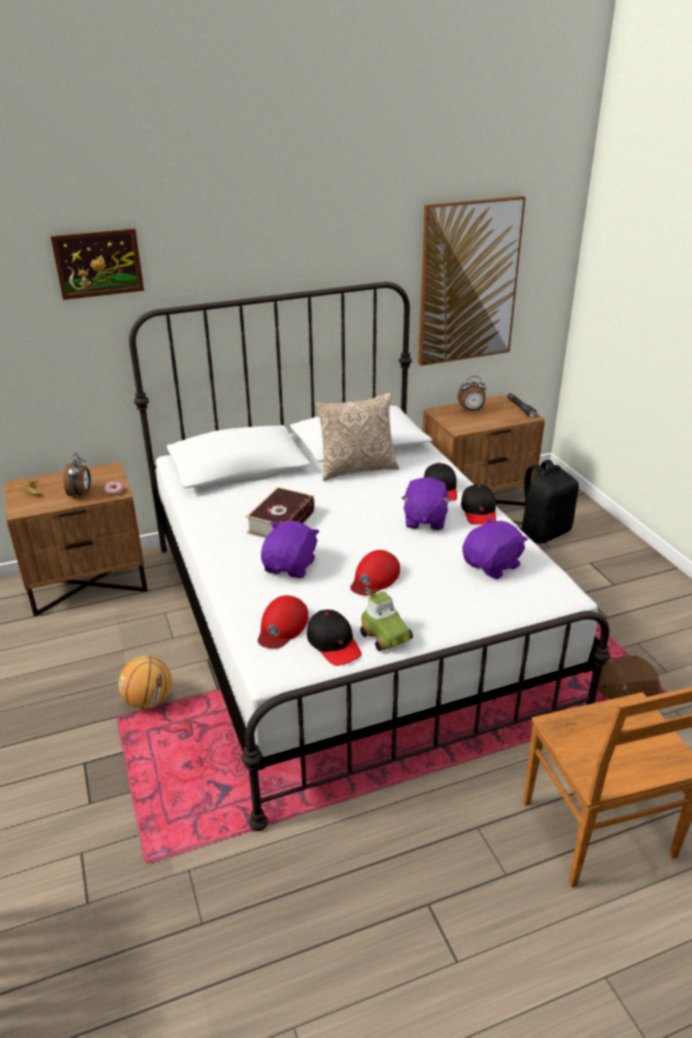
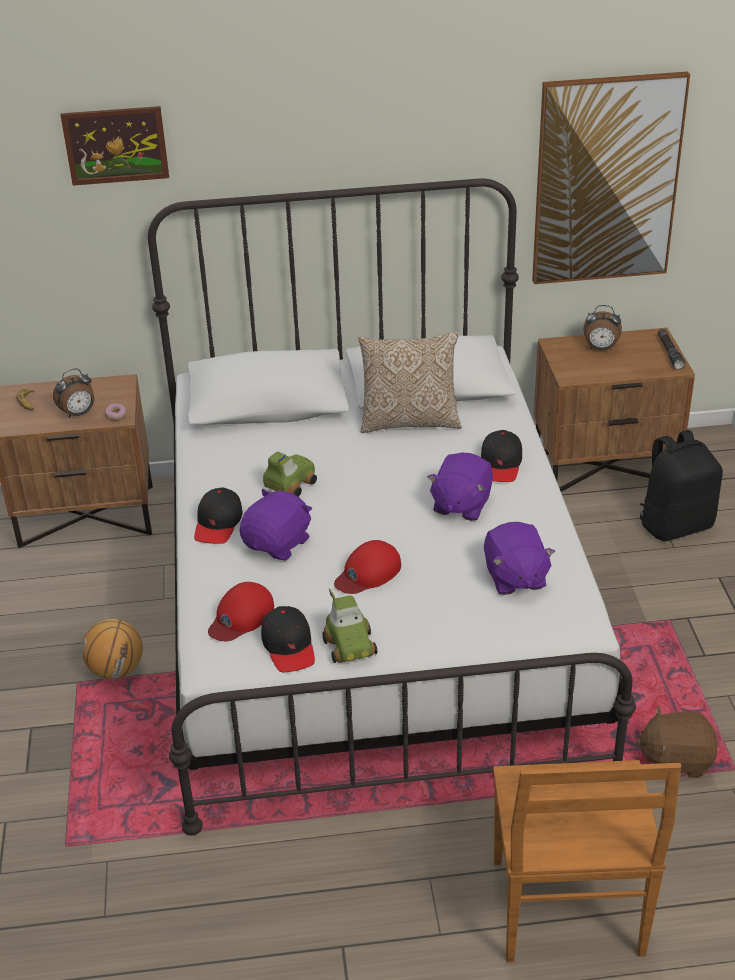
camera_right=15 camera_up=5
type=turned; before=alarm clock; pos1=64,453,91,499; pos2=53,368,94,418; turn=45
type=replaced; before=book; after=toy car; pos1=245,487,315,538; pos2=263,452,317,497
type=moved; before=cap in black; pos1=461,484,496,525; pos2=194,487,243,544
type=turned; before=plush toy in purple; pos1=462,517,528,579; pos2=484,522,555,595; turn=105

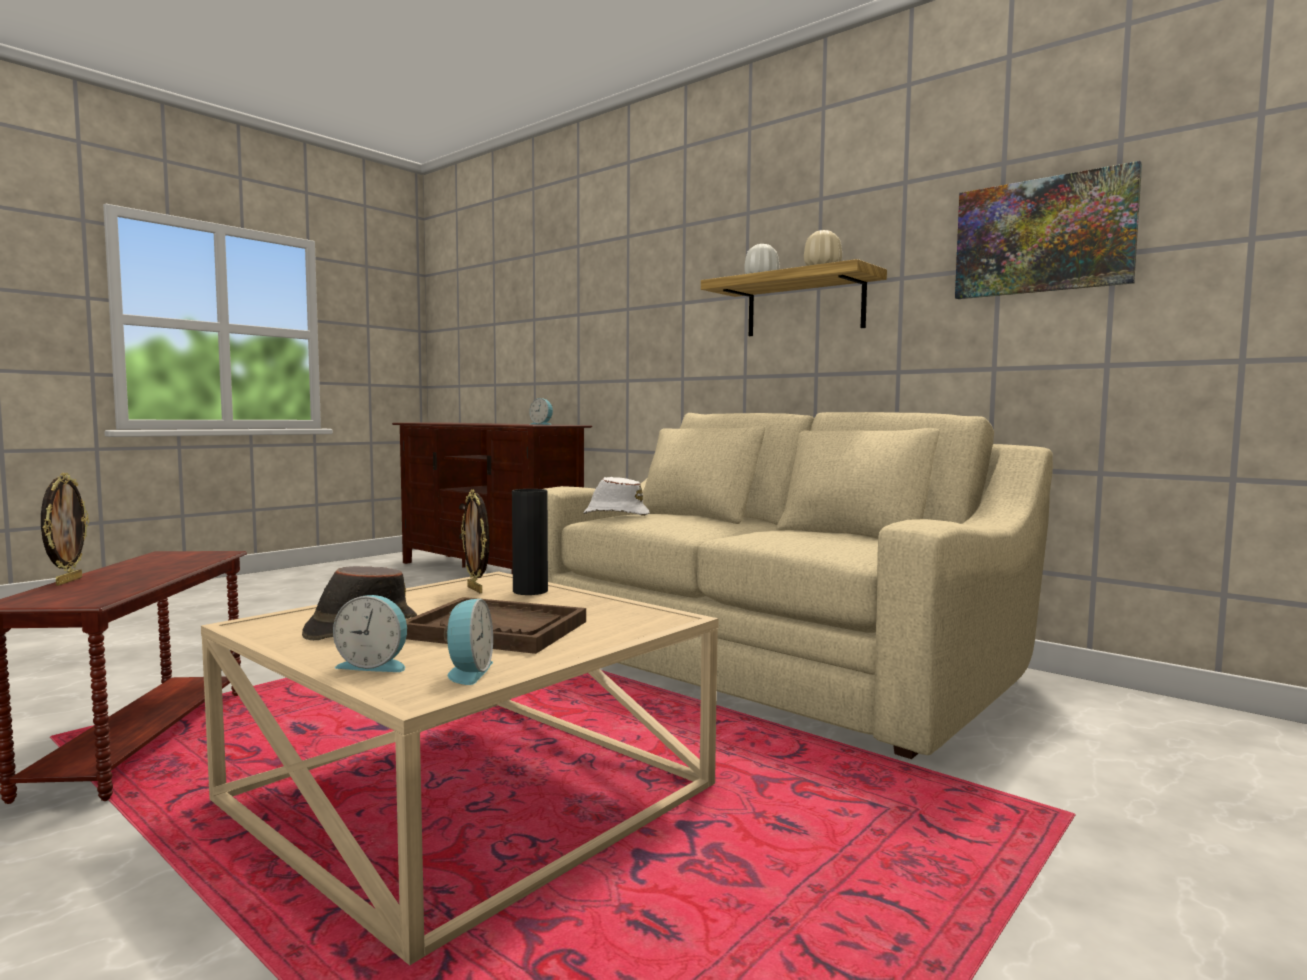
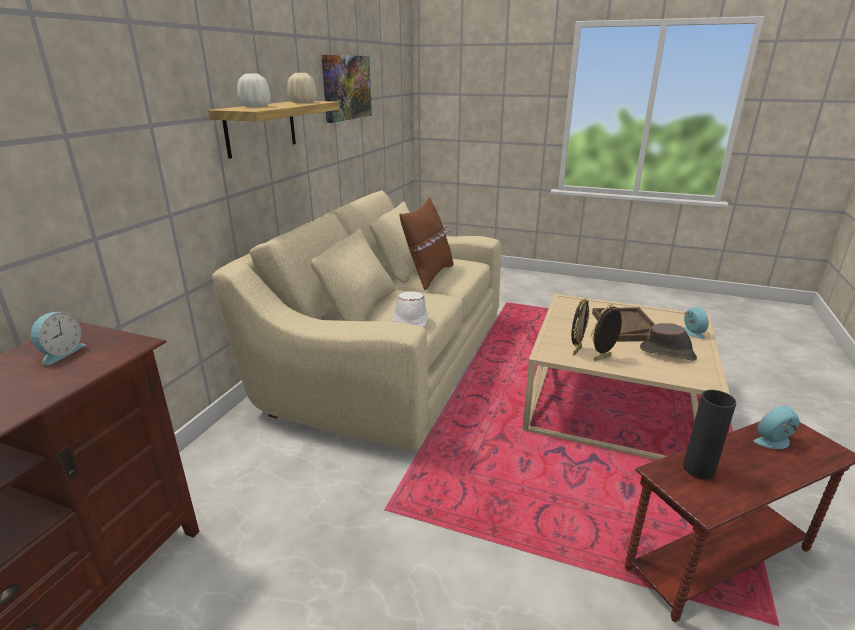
camera_right=-110 camera_up=20
type=moved; before=picture frame; pos1=41,473,89,585; pos2=591,304,622,361
type=moved; before=alarm clock; pos1=444,599,493,685; pos2=753,406,800,449
type=moved; before=vase in black; pos1=512,489,548,595; pos2=683,390,736,479
type=added; after=pillow in brown; pos2=399,198,453,290

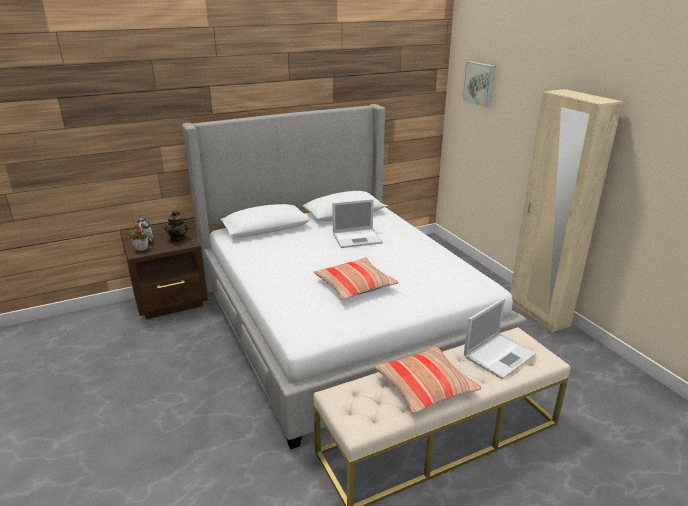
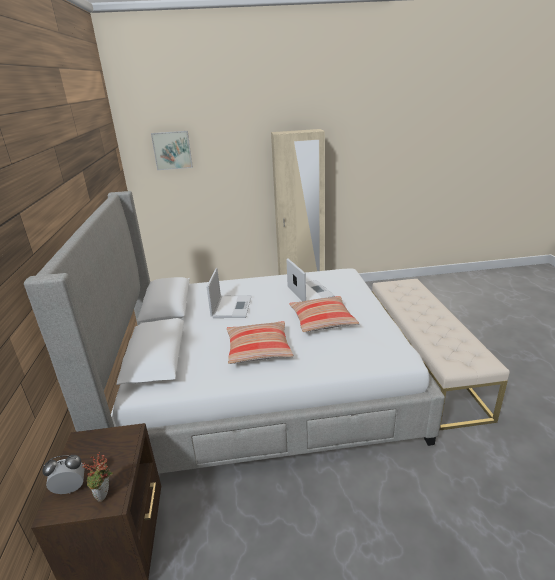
camera_right=-70 camera_up=0
type=removed; before=teapot; pos1=165,211,188,242
type=moved; before=pillow; pos1=375,346,481,414; pos2=227,321,294,364
type=moved; before=laptop; pos1=464,298,536,379; pos2=286,258,335,301

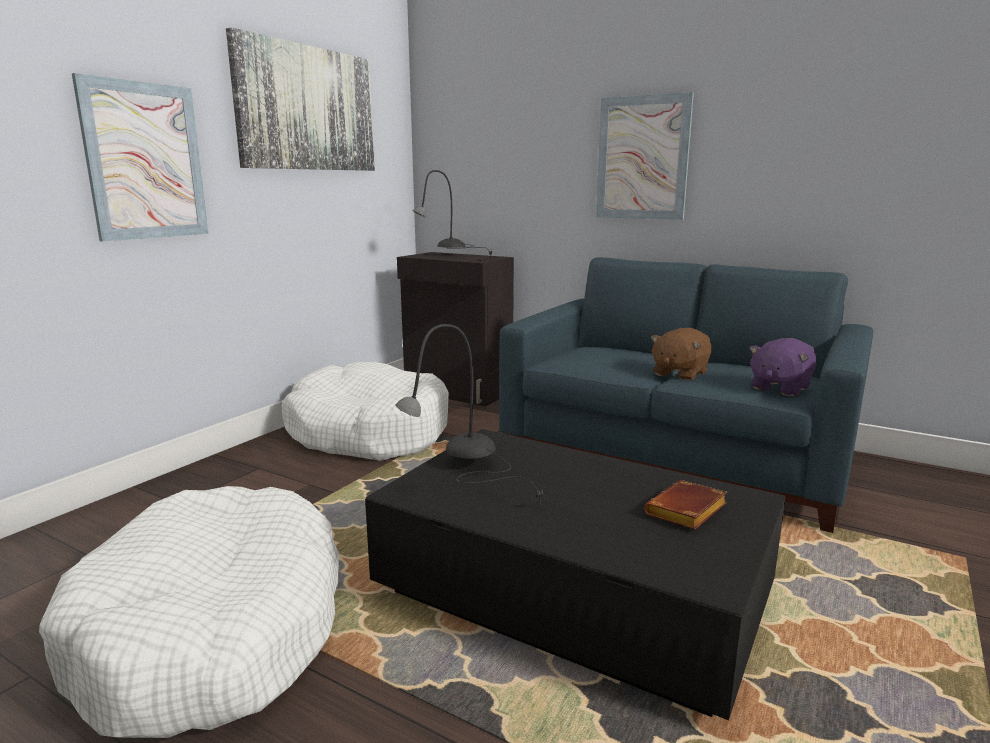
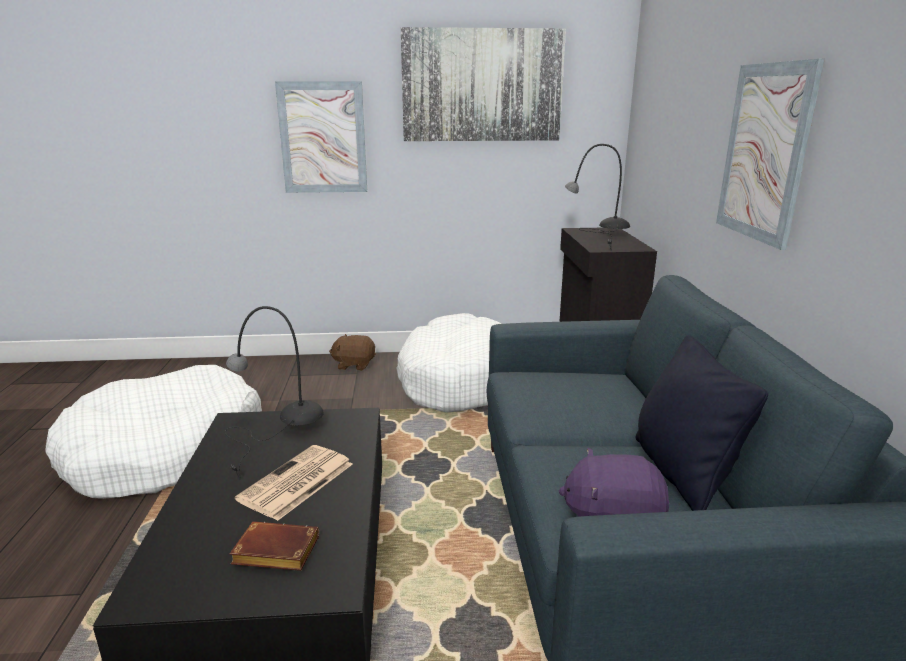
camera_right=55 camera_up=5
type=moved; before=plush toy in brown; pos1=650,328,711,380; pos2=329,334,376,371
type=added; after=newspaper; pos2=235,445,353,521
type=added; after=pillow in black; pos2=635,335,768,511

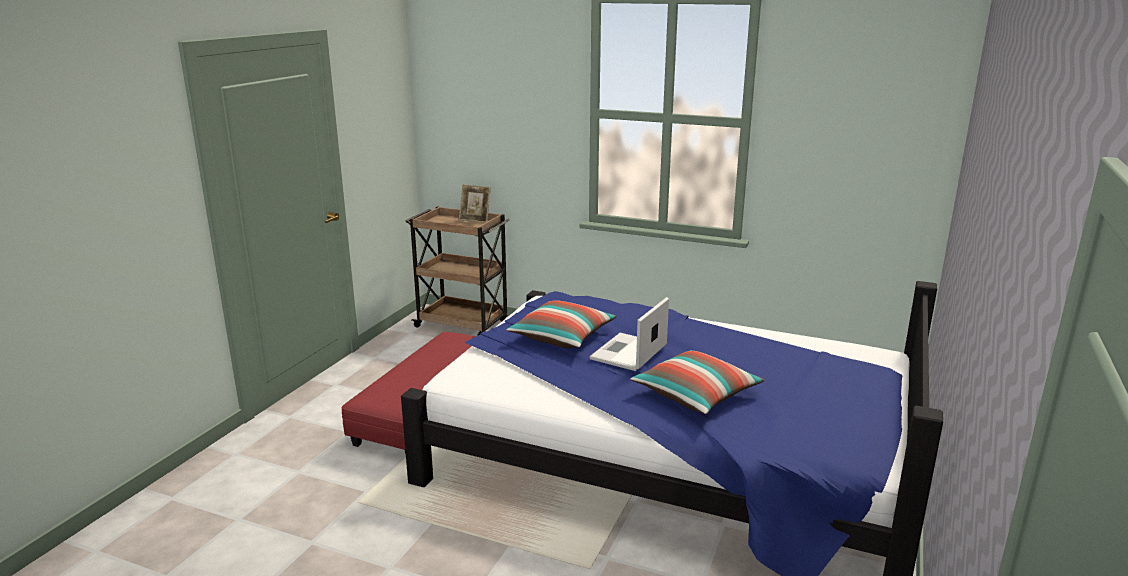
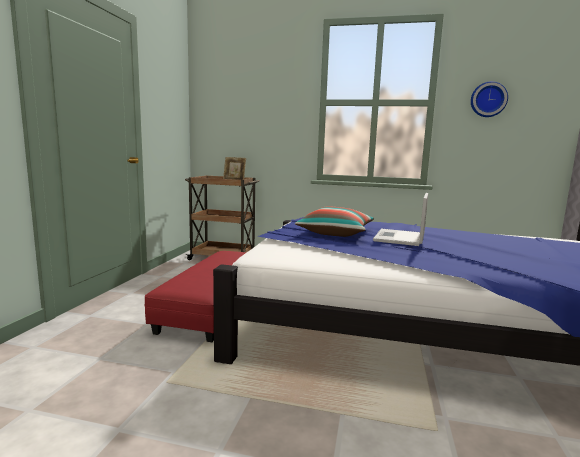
camera_right=-10 camera_up=-10
type=removed; before=pillow; pos1=630,350,765,414
type=added; after=wall clock; pos2=471,81,508,117

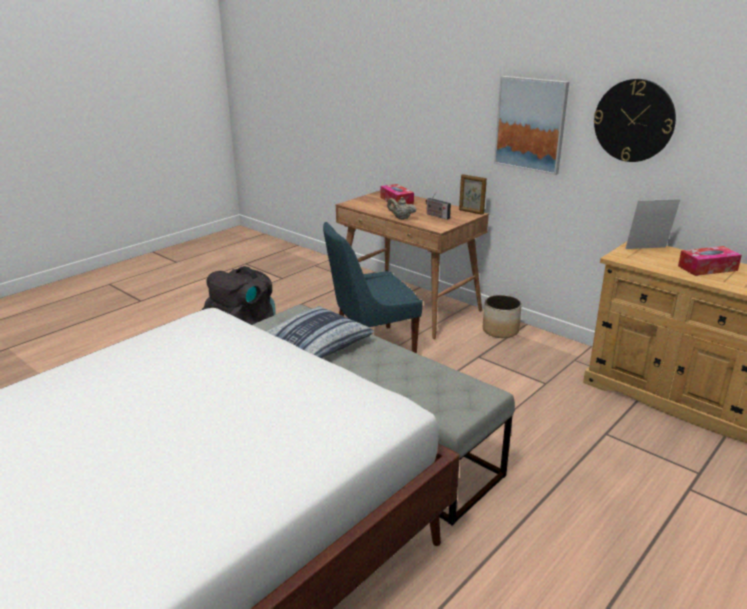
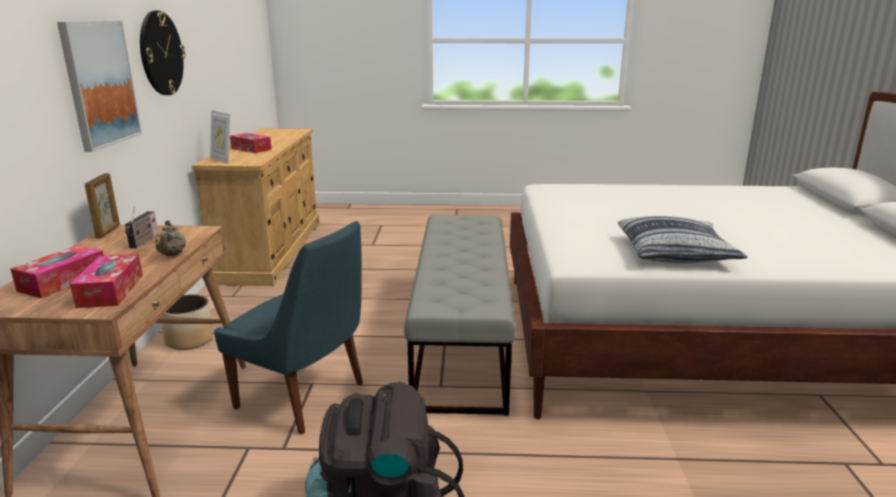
camera_right=-130 camera_up=-5
type=moved; before=pillow; pos1=265,306,374,358; pos2=618,216,747,263
type=added; after=tissue box; pos2=70,254,143,308

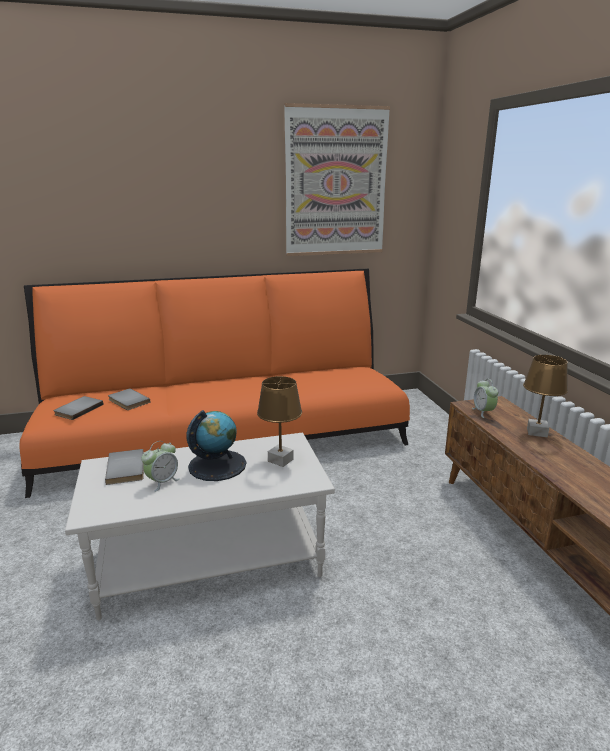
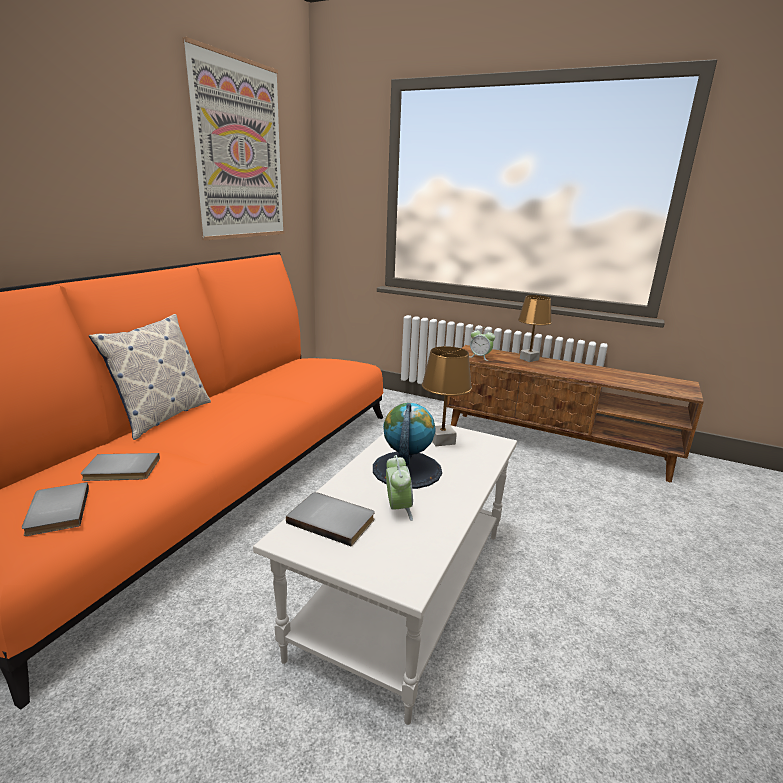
camera_right=-50 camera_up=0
type=added; after=pillow; pos2=89,314,211,440

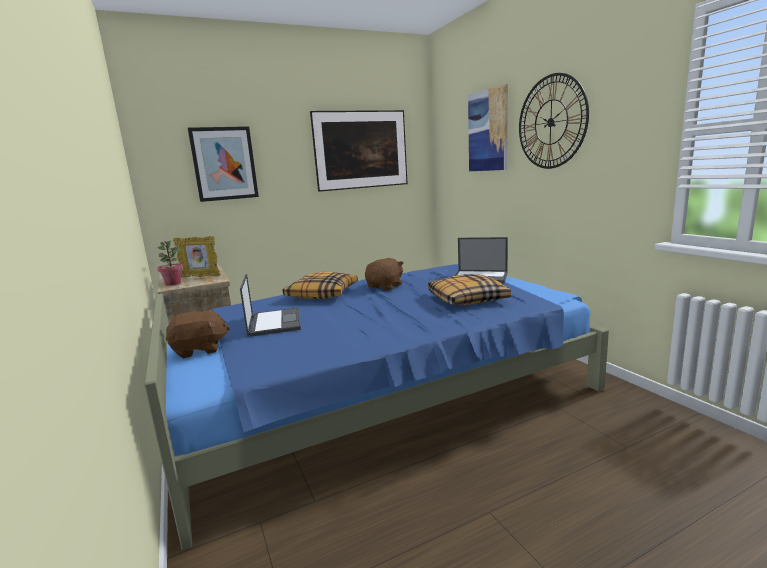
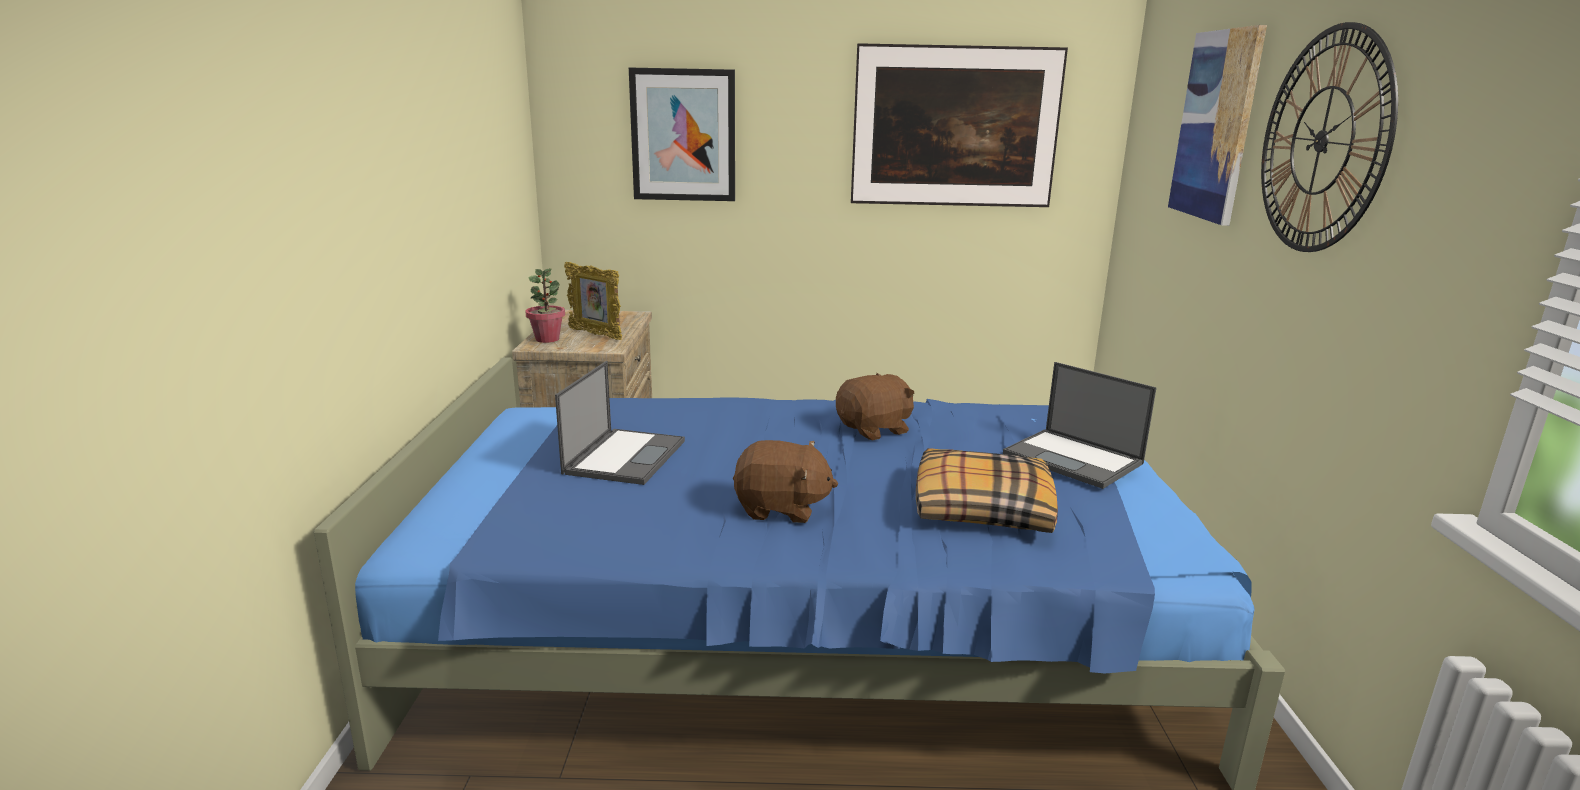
camera_right=25 camera_up=5
type=moved; before=plush toy in brown; pos1=166,309,230,358; pos2=733,440,838,523
type=removed; before=pillow; pos1=283,272,358,299

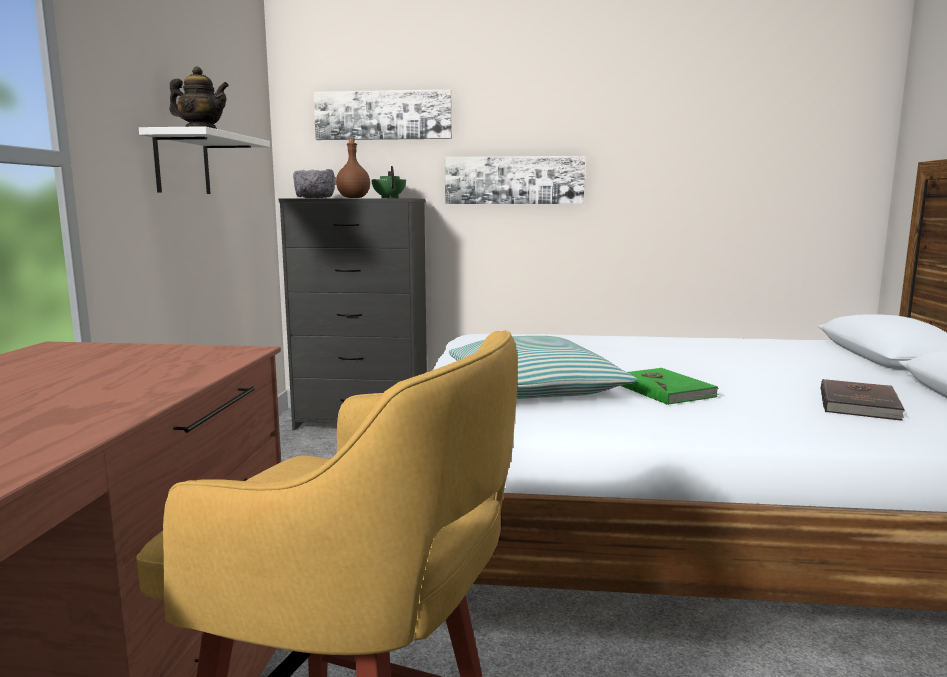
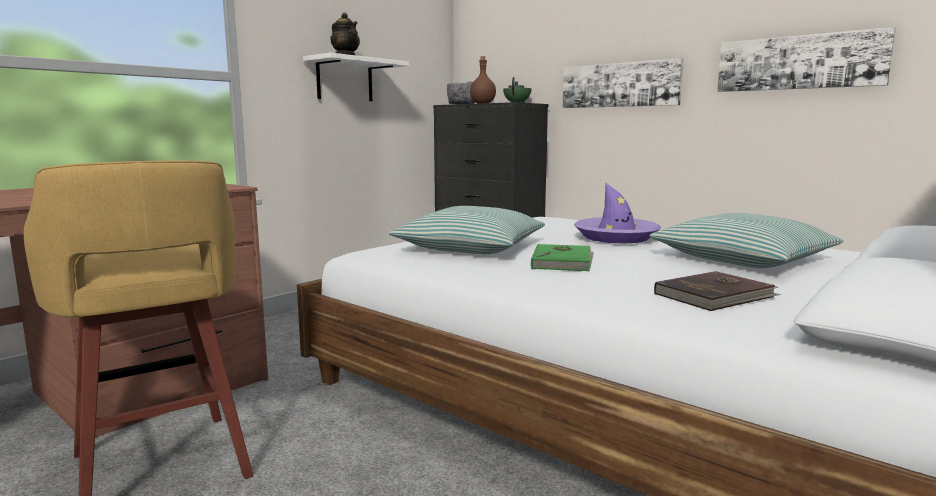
camera_right=35 camera_up=0
type=moved; before=picture; pos1=313,89,452,140; pos2=717,27,896,92
type=added; after=hat in purple; pos2=574,182,661,243
type=added; after=pillow; pos2=649,213,843,268

